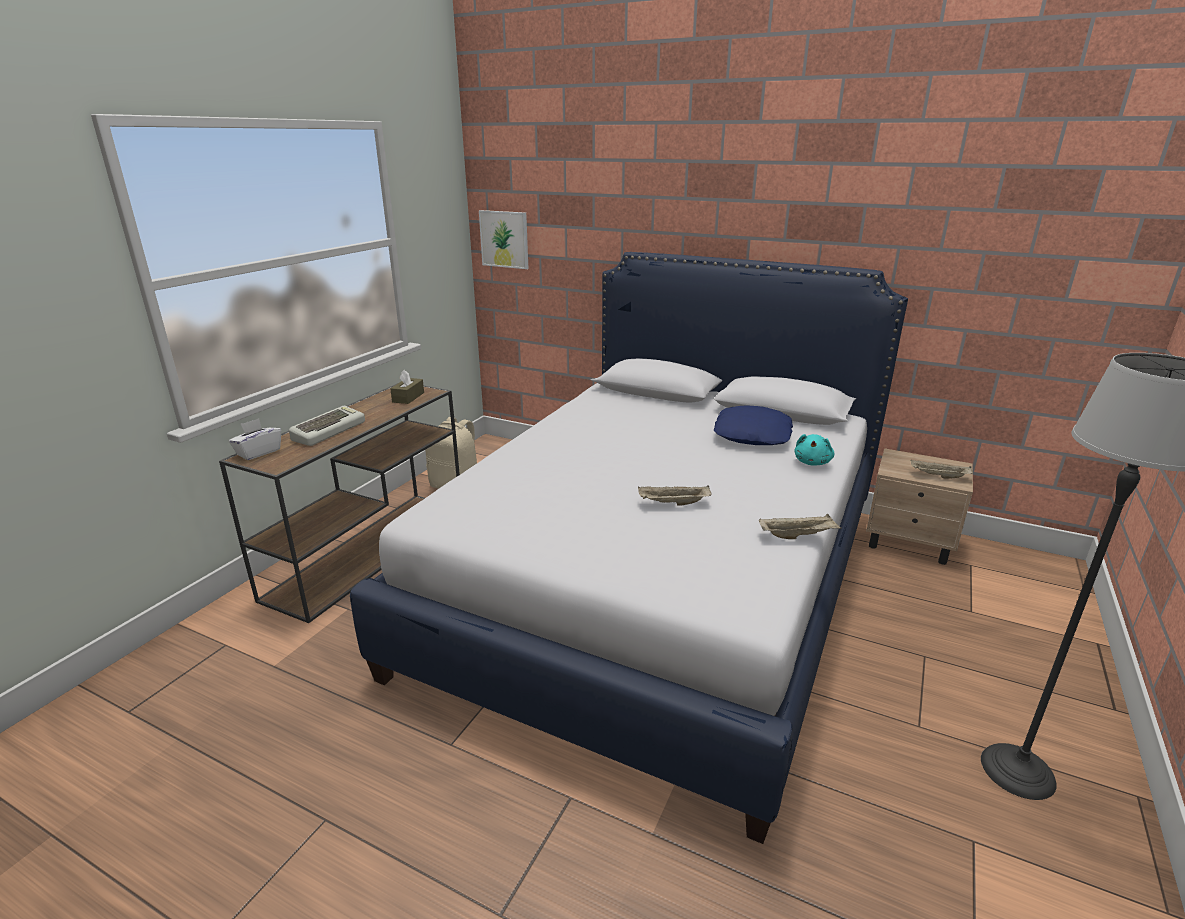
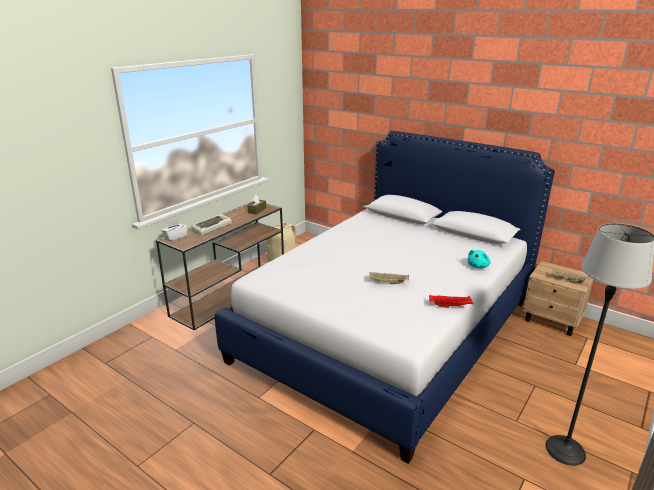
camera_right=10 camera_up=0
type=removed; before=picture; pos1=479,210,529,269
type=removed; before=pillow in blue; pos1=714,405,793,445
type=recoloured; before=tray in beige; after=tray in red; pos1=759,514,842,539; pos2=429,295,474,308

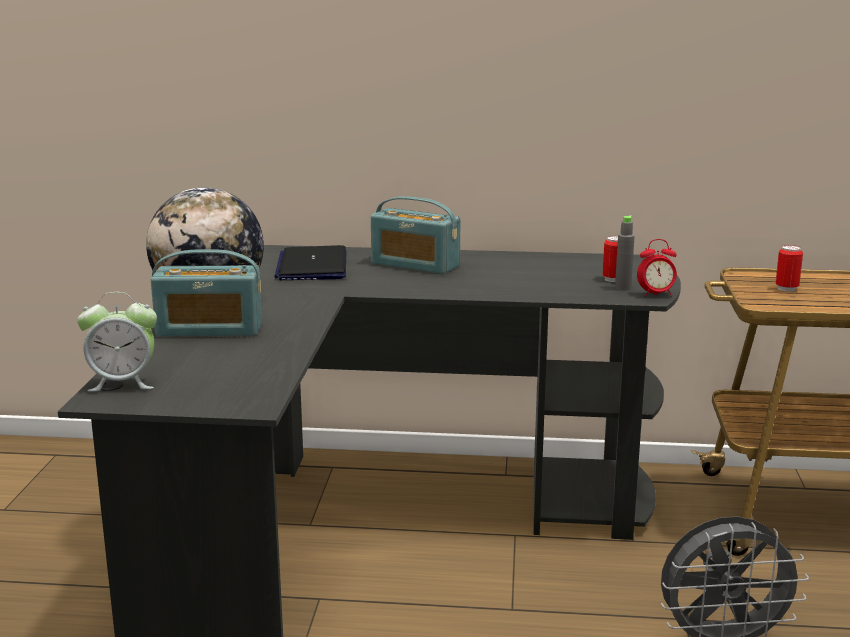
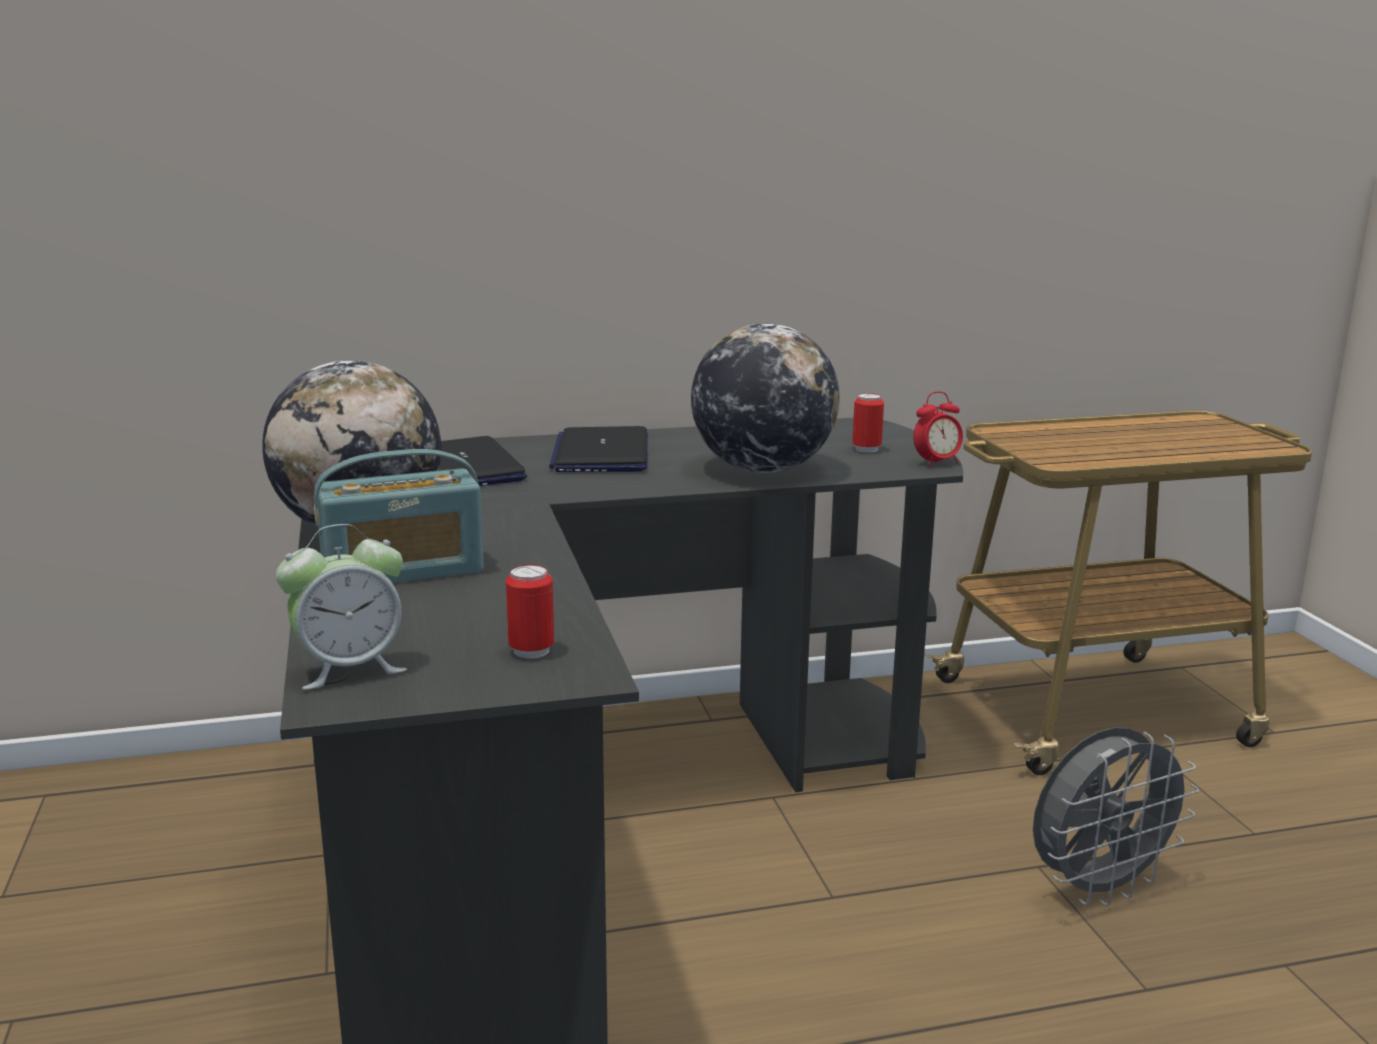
camera_right=-20 camera_up=0
type=replaced; before=radio; after=laptop; pos1=371,196,461,274; pos2=549,426,648,472
type=removed; before=bottle in grey; pos1=615,216,635,290
type=moved; before=can; pos1=775,245,803,292; pos2=506,564,554,659
type=added; after=globe; pos2=691,323,840,473

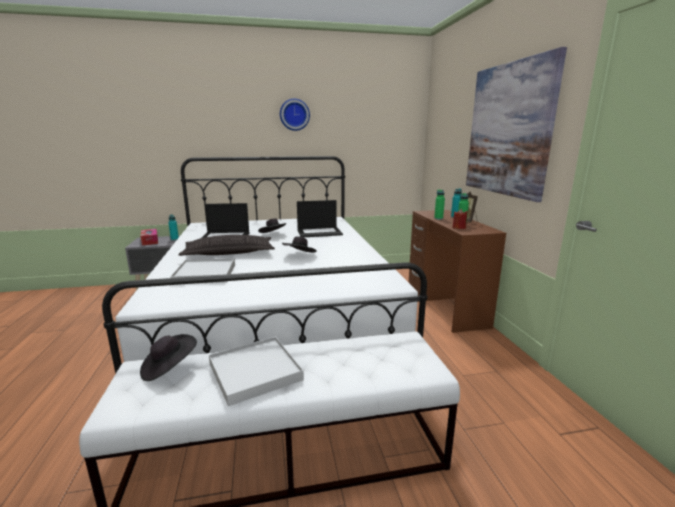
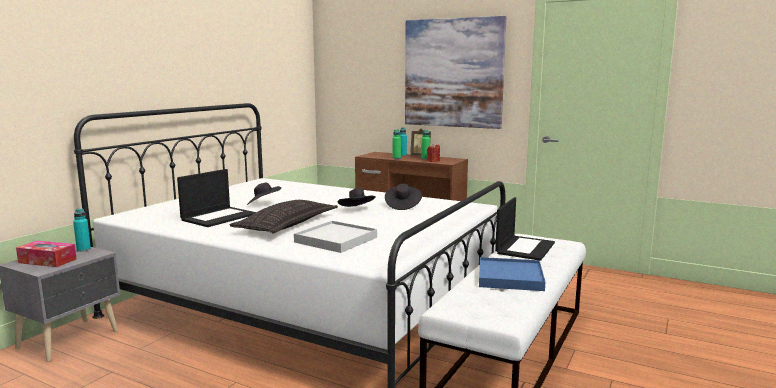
camera_right=-50 camera_up=-5
type=moved; before=hat in black; pos1=140,334,197,381; pos2=385,184,422,210
type=recoloured; before=tray in white; after=tray in blue; pos1=209,337,304,406; pos2=479,257,545,291
type=removed; before=wall clock; pos1=280,99,310,131
type=moved; before=laptop; pos1=297,200,343,237; pos2=495,197,555,261

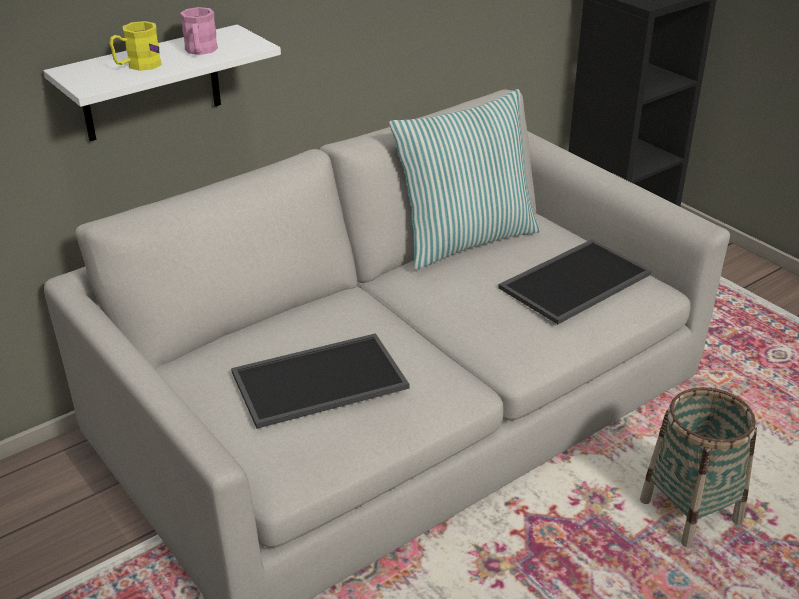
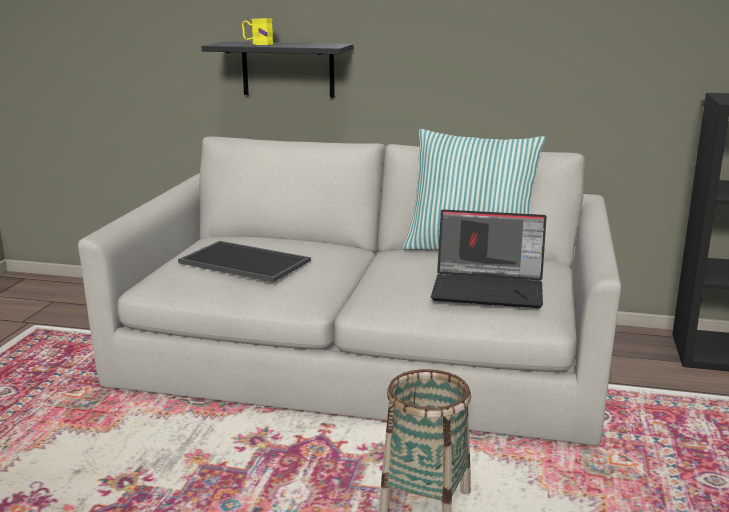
camera_right=50 camera_up=-15
type=recoloured; before=shelf in white; after=shelf in black; pos1=44,24,281,141; pos2=202,41,353,98
type=removed; before=mug in pink; pos1=180,7,218,55
type=replaced; before=tray; after=laptop; pos1=498,239,652,324; pos2=431,210,547,308

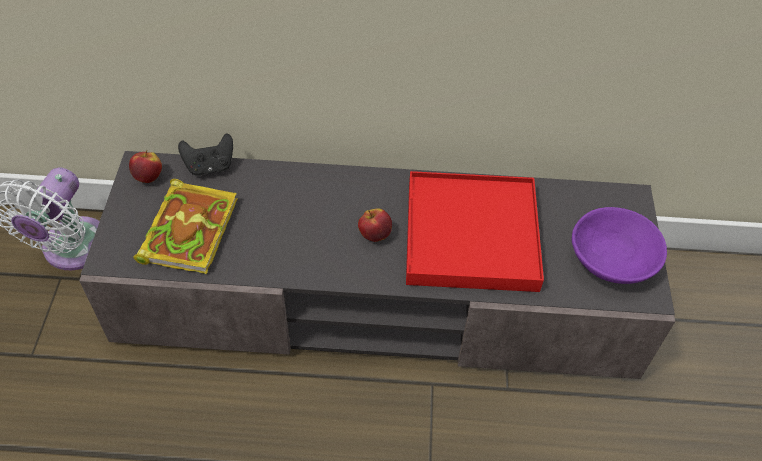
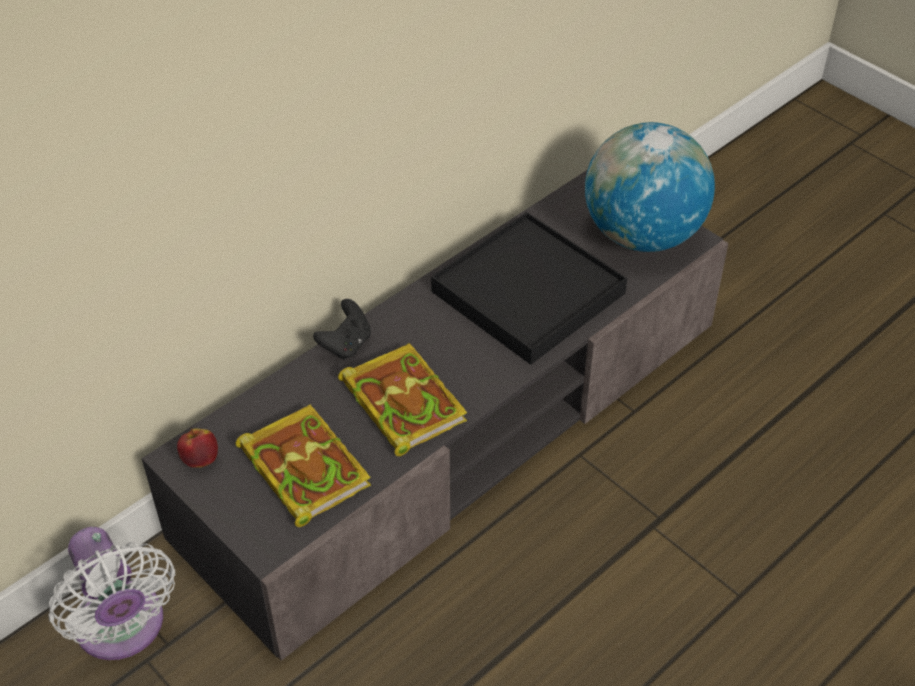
camera_right=-45 camera_up=-5
type=moved; before=game controller in black; pos1=178,133,233,176; pos2=313,299,371,360
type=removed; before=apple; pos1=358,208,392,242
type=recoloured; before=tray in red; after=tray in black; pos1=406,171,544,292; pos2=431,212,627,365
type=replaced; before=bowl in purple; after=globe; pos1=572,207,667,284; pos2=585,122,715,252
type=added; after=book; pos2=338,343,467,456

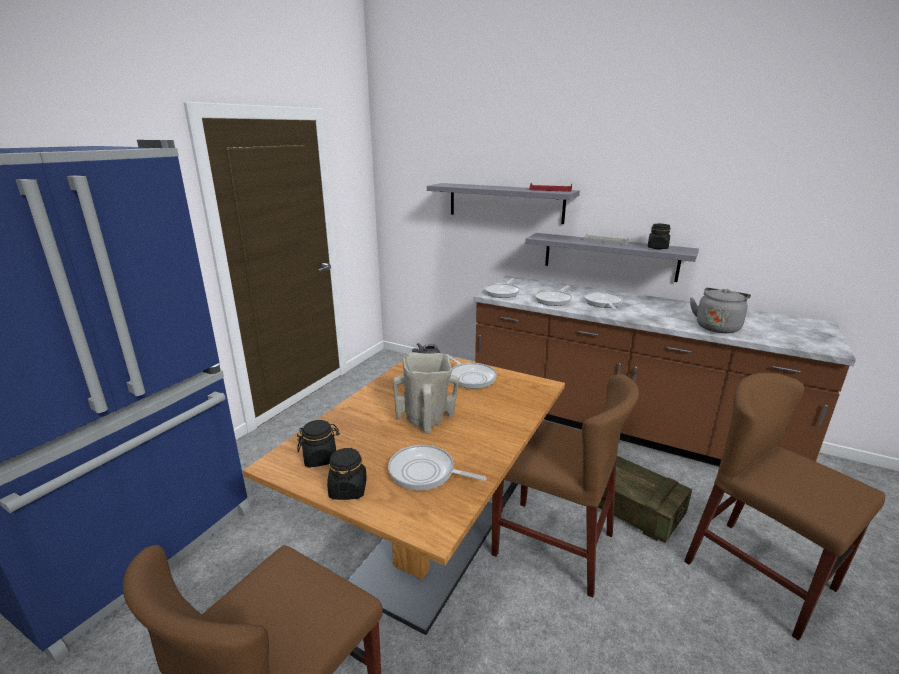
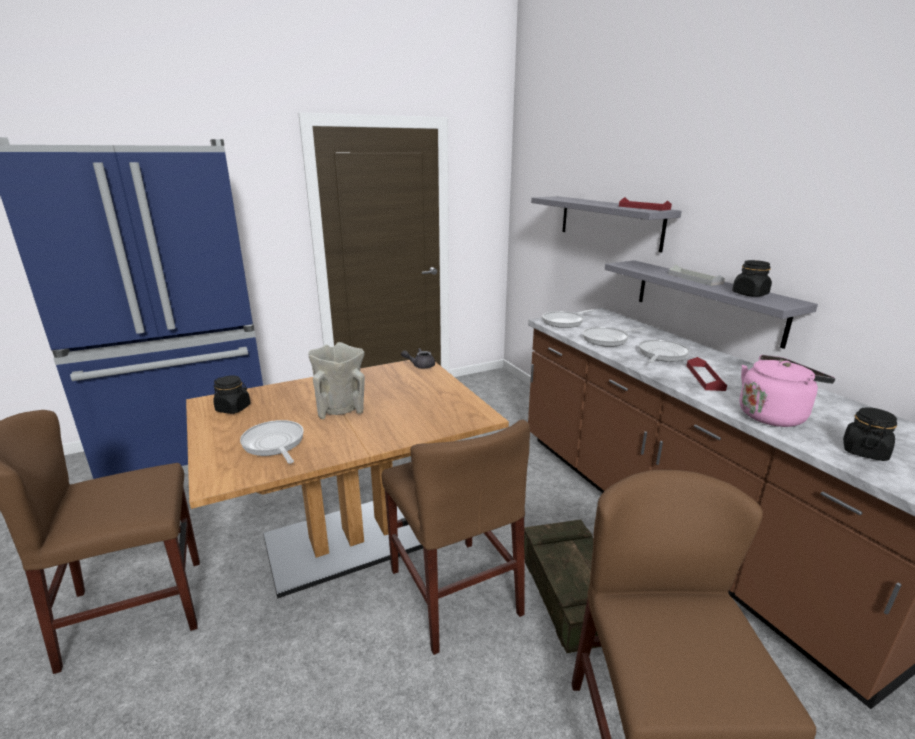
camera_right=35 camera_up=0
type=moved; before=jar in black; pos1=327,448,367,500; pos2=843,407,897,461
type=removed; before=frying pan; pos1=445,354,497,389
type=recoloured; before=kettle in grey; after=kettle in pink; pos1=690,287,751,333; pos2=740,355,835,427
type=added; after=tray in red; pos2=687,357,727,391

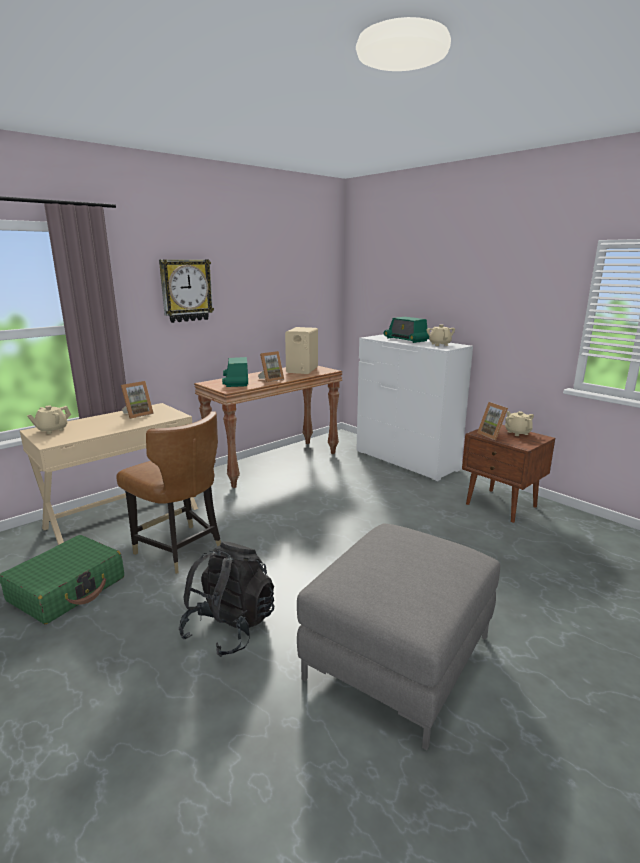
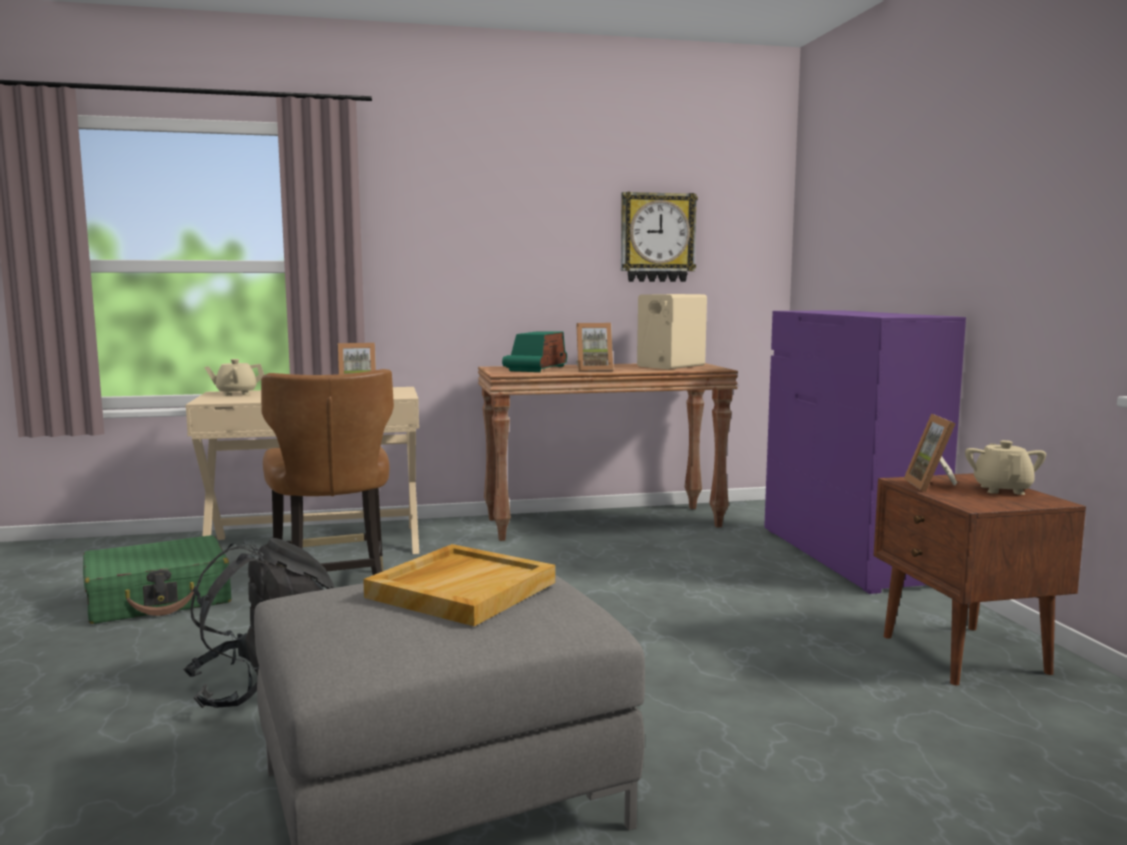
camera_right=30 camera_up=-10
type=moved; before=wall clock; pos1=159,259,214,323; pos2=621,192,698,282
type=recoloured; before=dresser in white; after=dresser in purple; pos1=356,334,473,481; pos2=764,310,966,594
type=removed; before=radio; pos1=384,317,429,343
type=removed; before=teapot in beige; pos1=427,324,455,346
type=added; after=tray in beige; pos2=363,544,555,626

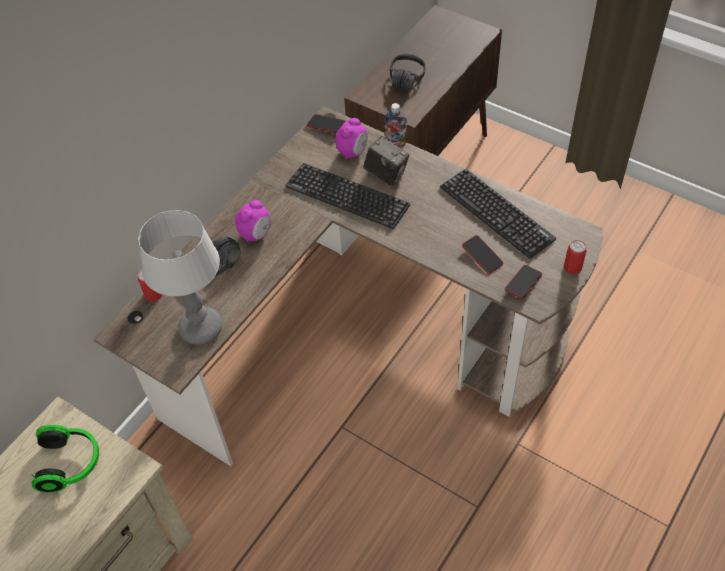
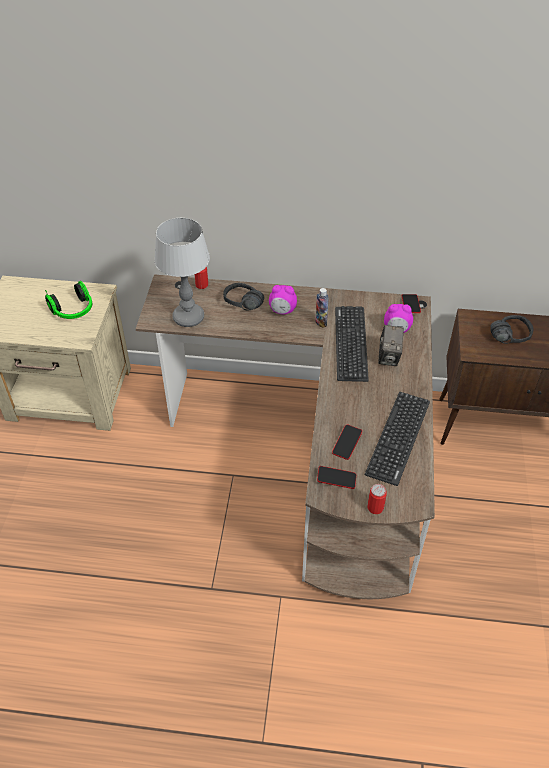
camera_right=60 camera_up=-5
type=moved; before=bottle; pos1=384,103,407,148; pos2=315,288,329,328

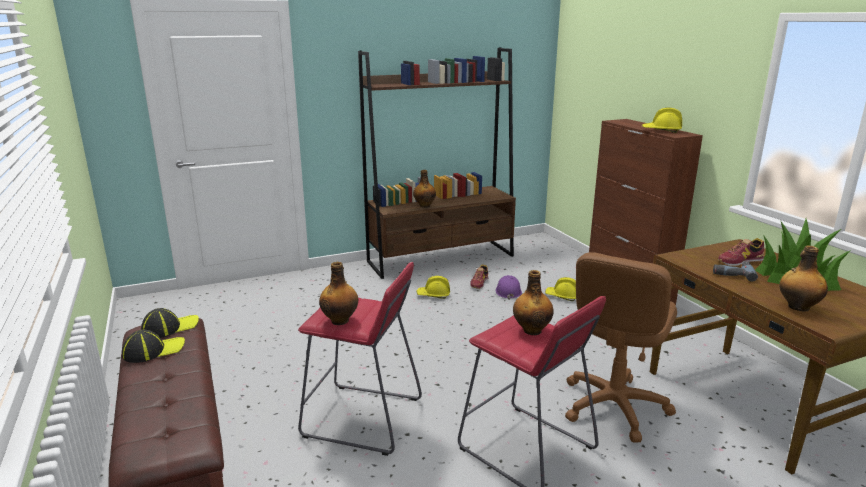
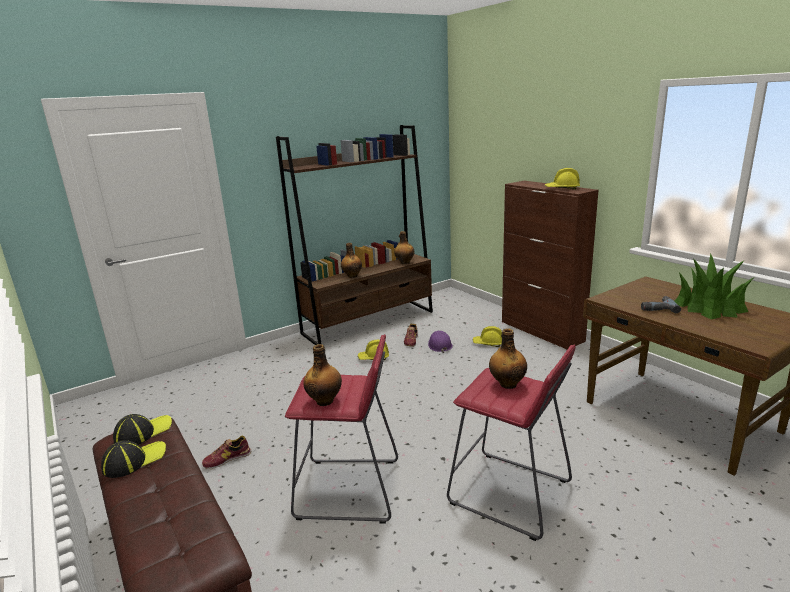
camera_right=-10 camera_up=0
type=removed; before=office chair in brown; pos1=565,252,677,443
type=moved; before=shoe; pos1=718,238,764,266; pos2=202,435,251,469
type=moved; before=bottle; pos1=779,245,828,312; pos2=394,231,415,264

